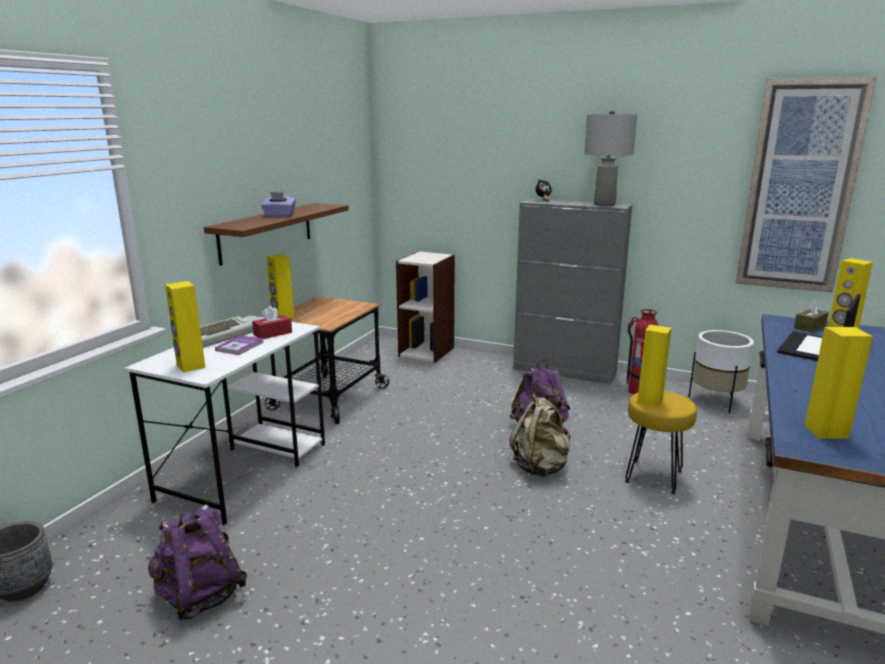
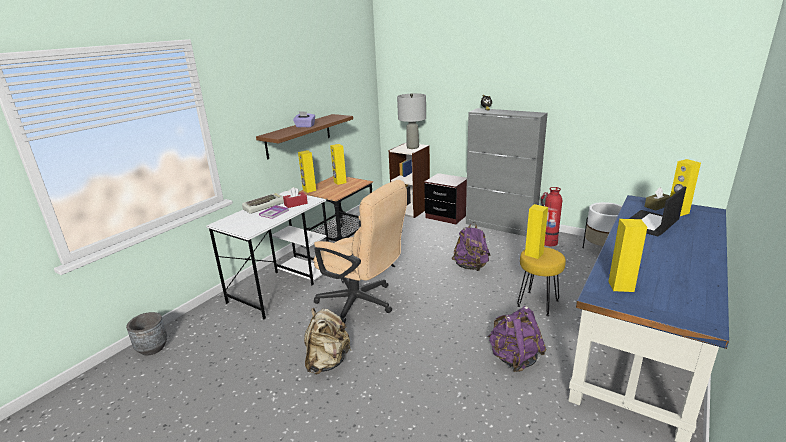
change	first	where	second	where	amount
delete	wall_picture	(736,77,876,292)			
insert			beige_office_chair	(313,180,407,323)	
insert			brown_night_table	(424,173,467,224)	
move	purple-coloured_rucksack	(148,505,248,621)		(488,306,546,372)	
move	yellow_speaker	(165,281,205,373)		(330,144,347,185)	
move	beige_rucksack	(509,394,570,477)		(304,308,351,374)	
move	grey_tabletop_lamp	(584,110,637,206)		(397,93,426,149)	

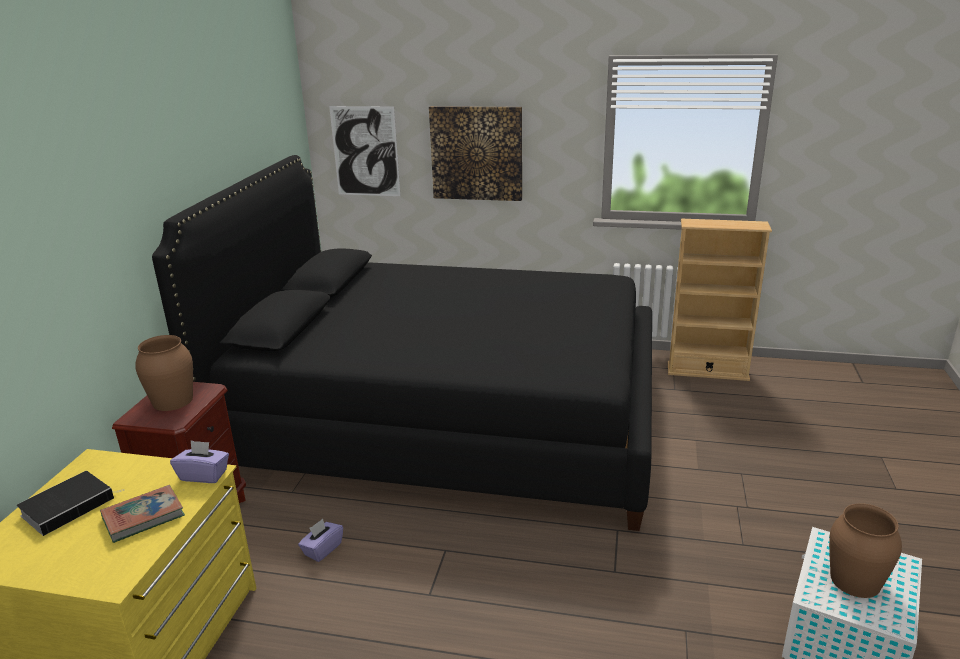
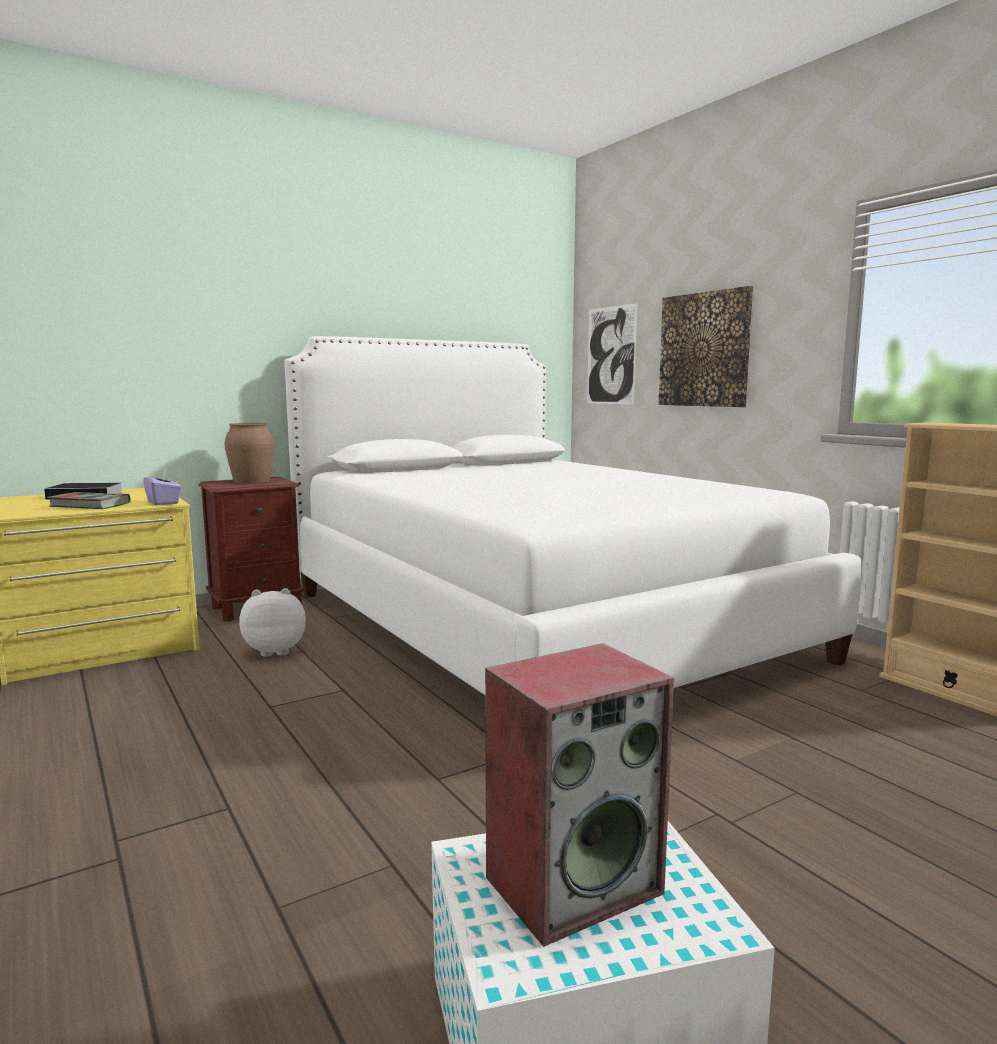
change	first	where	second	where	amount
replace	purple-coloured_tissue_holder	(298,519,343,562)	cuddly_toy	(239,588,306,657)	
replace	brown_decorative_vase	(829,503,902,598)	speaker	(485,643,674,947)	
recolor	black_bedroom_bed	(152,155,652,531)	whitish_bedroom_bed	(284,336,862,695)	

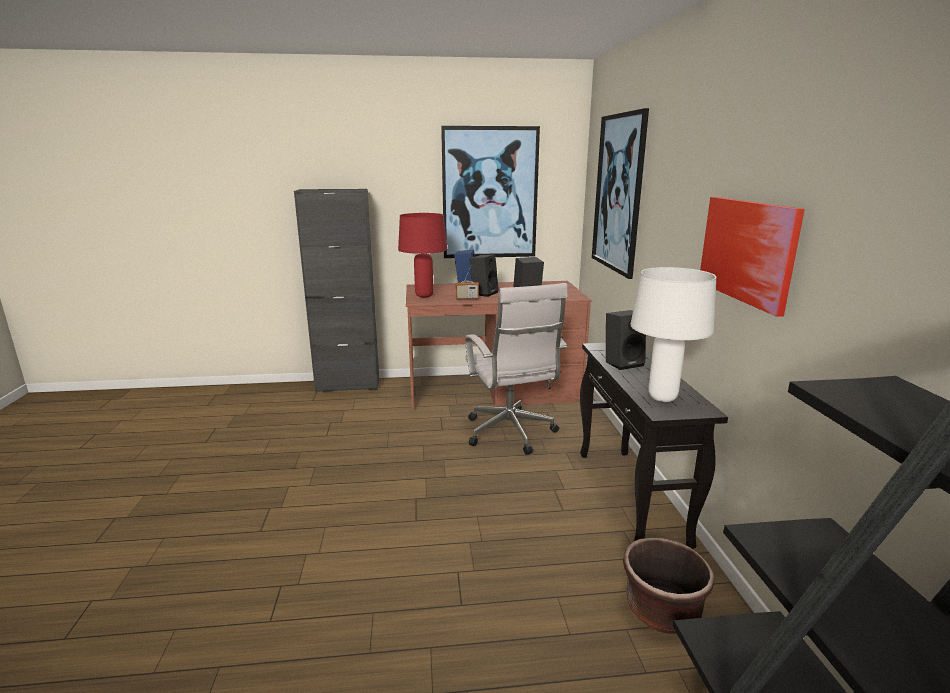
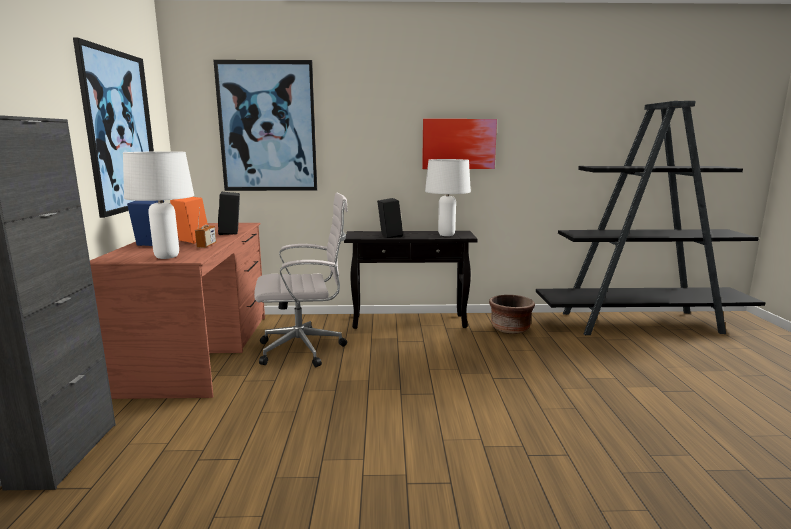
change	first	where	second	where	amount
recolor	red_tabletop_lamp	(398,213,447,297)	whitish_tabletop_lamp	(123,151,194,259)	
recolor	black_speaker	(469,254,499,297)	orange_speaker	(170,197,208,244)	

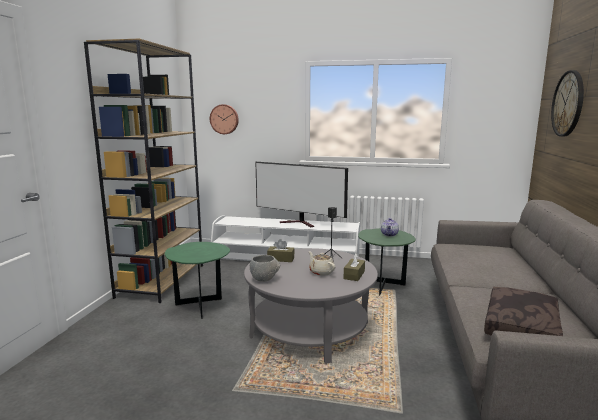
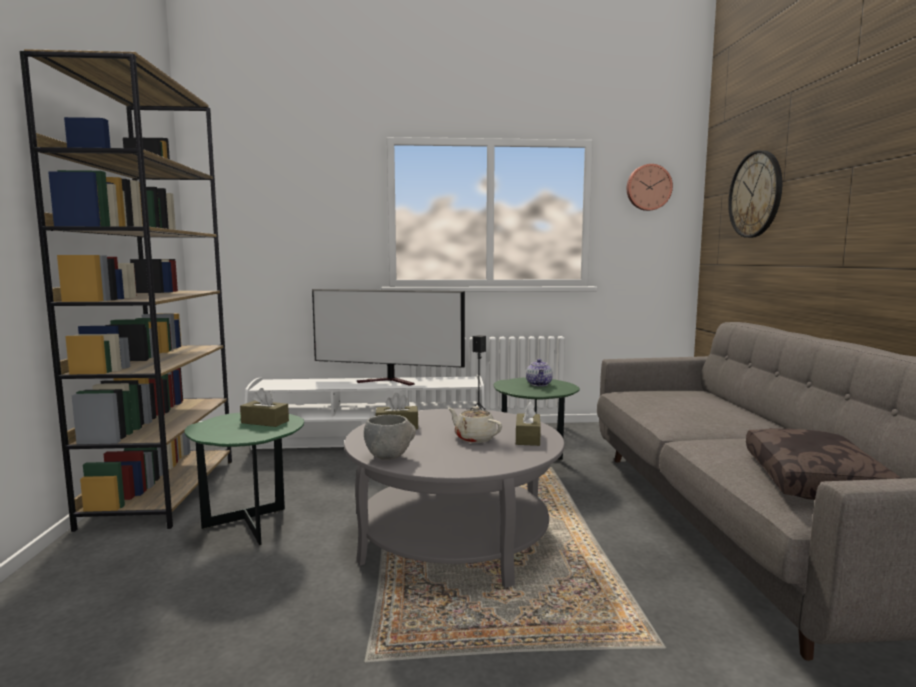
change	first	where	second	where	amount
insert			brown_tissue_holder	(240,388,289,427)	
move	clock_on_the_wall	(210,104,239,134)		(627,164,673,211)	

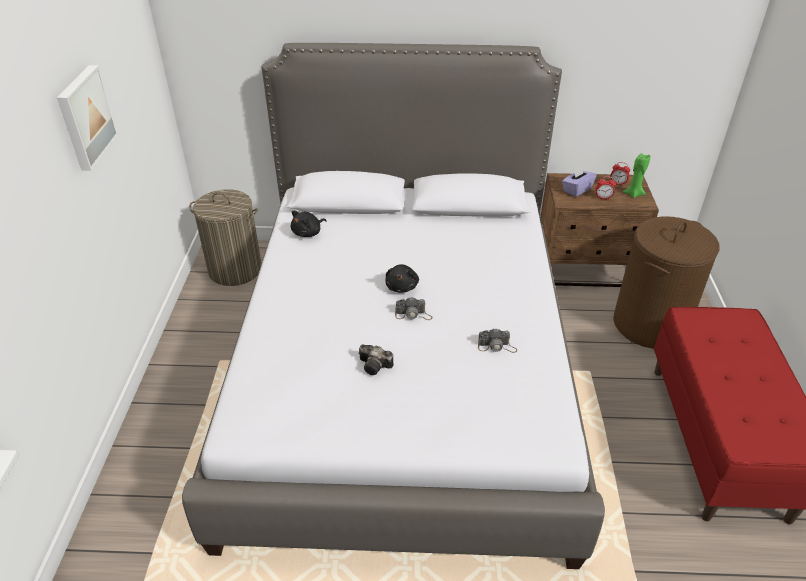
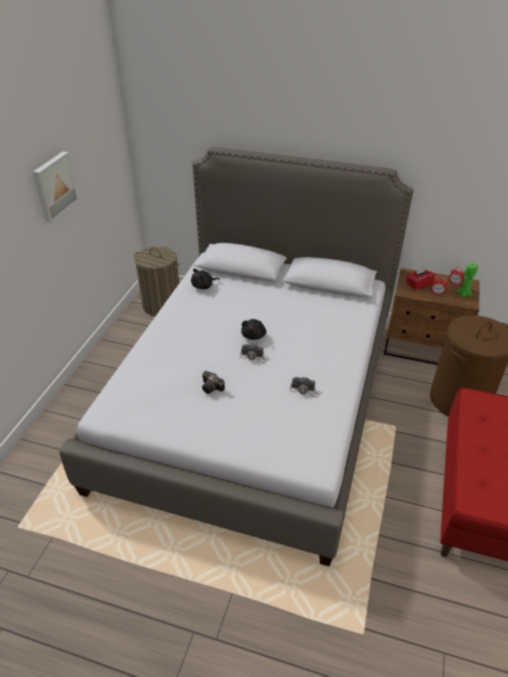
change	first	where	second	where	amount
recolor	purple-coloured_tissue_holder	(562,166,597,197)	red_tissue_holder	(406,266,435,290)	

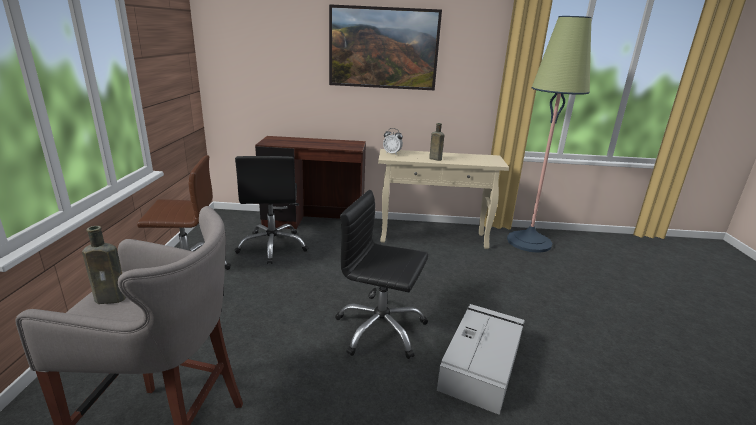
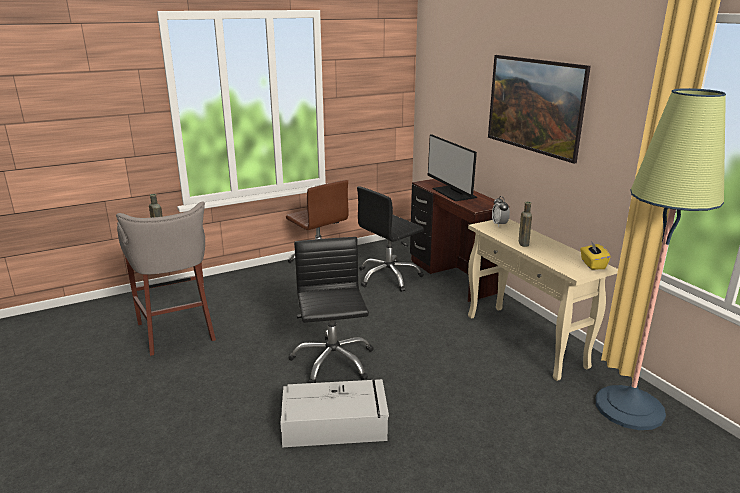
change	first	where	second	where	amount
insert			computer_screen	(428,134,477,201)	
insert			yellow_tissue_holder	(580,241,610,269)	

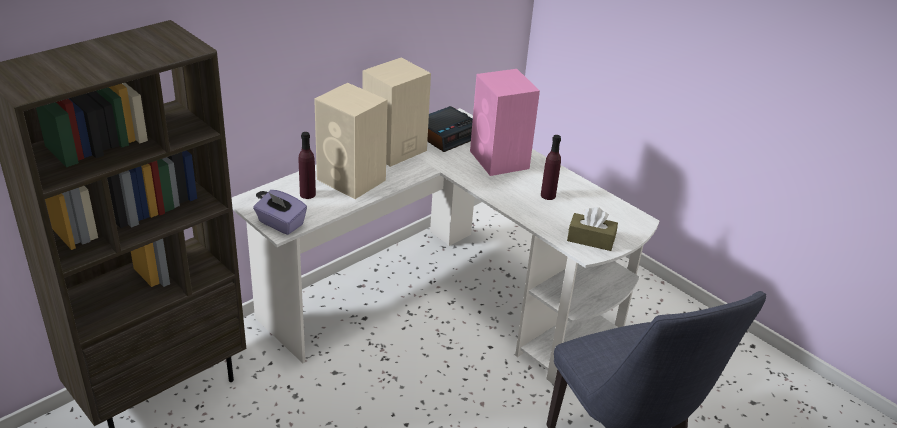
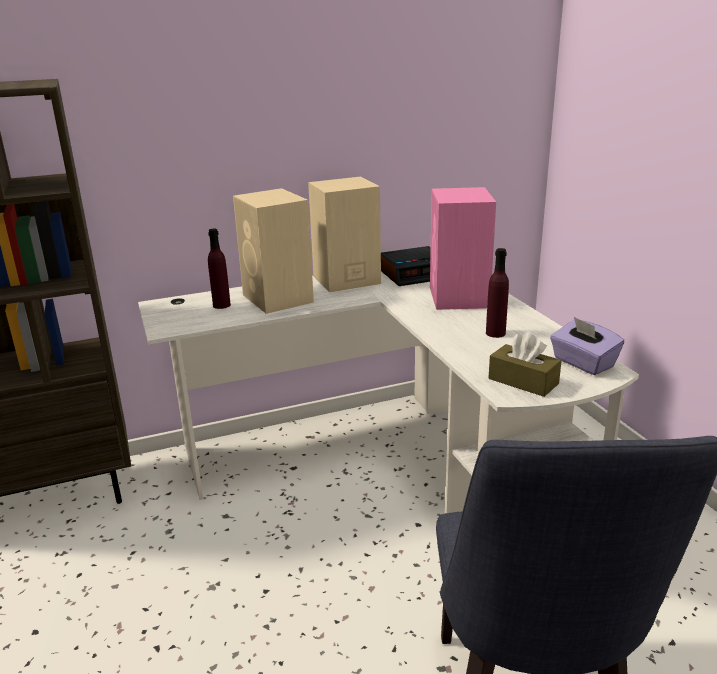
change	first	where	second	where	amount
move	purple-coloured_tissue_holder	(253,190,307,235)		(550,317,624,375)	

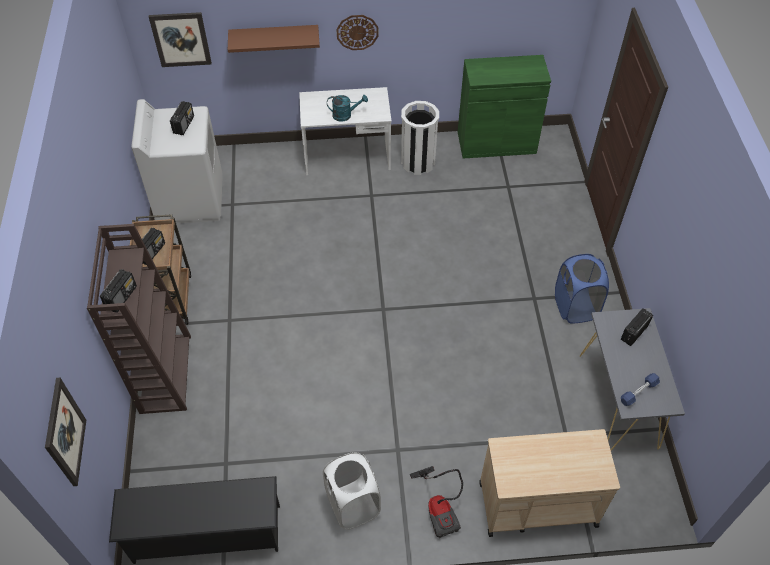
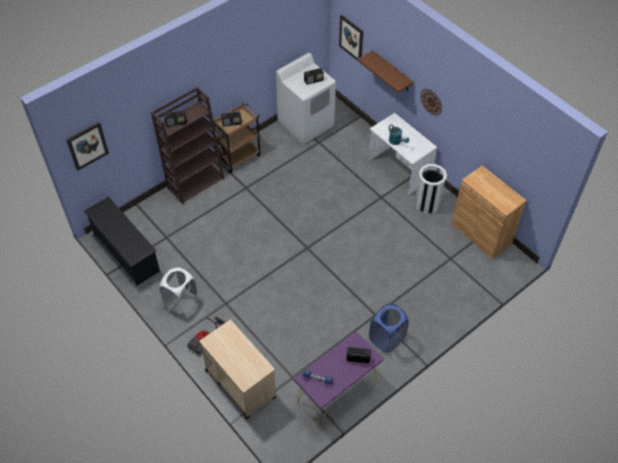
change	first	where	second	where	amount
recolor	greenish_cupboard	(458,55,551,159)	brown_cupboard	(452,165,527,259)	
recolor	grey_console_table	(580,308,685,451)	purple-coloured_console_table	(294,331,384,429)	

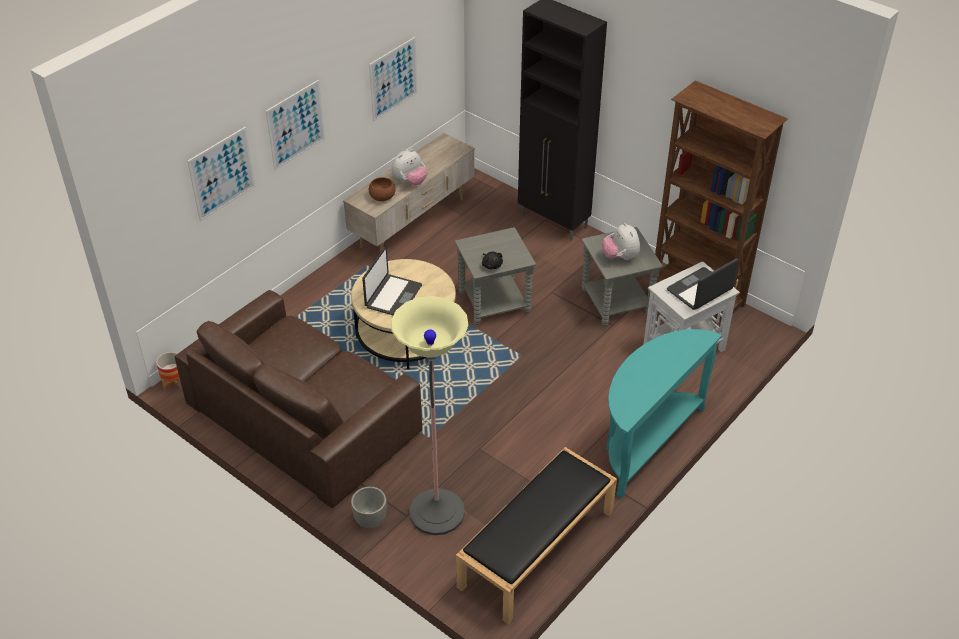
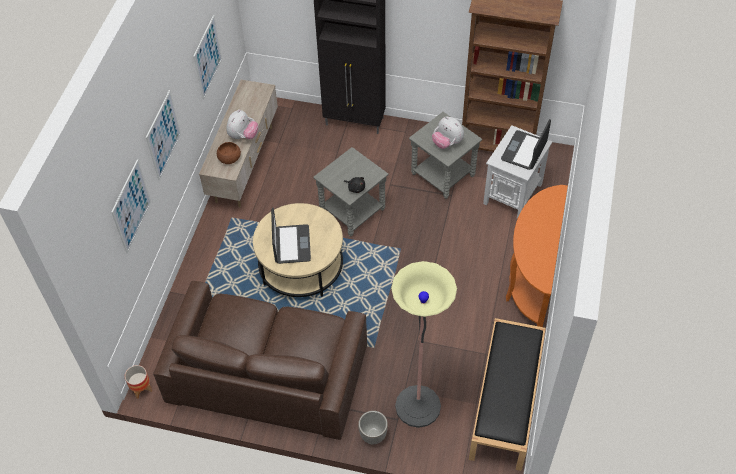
change	first	where	second	where	amount
recolor	turquoise-coloured_console_table	(606,329,722,498)	orange_console_table	(506,185,568,327)	

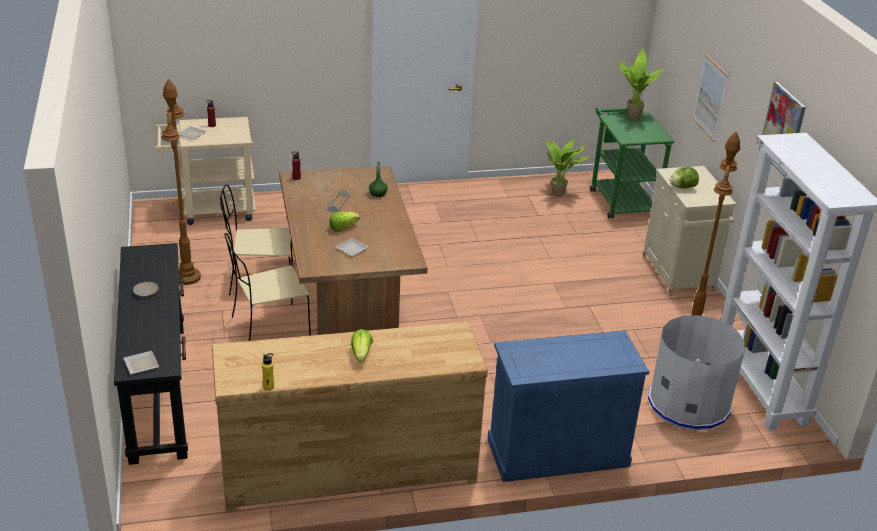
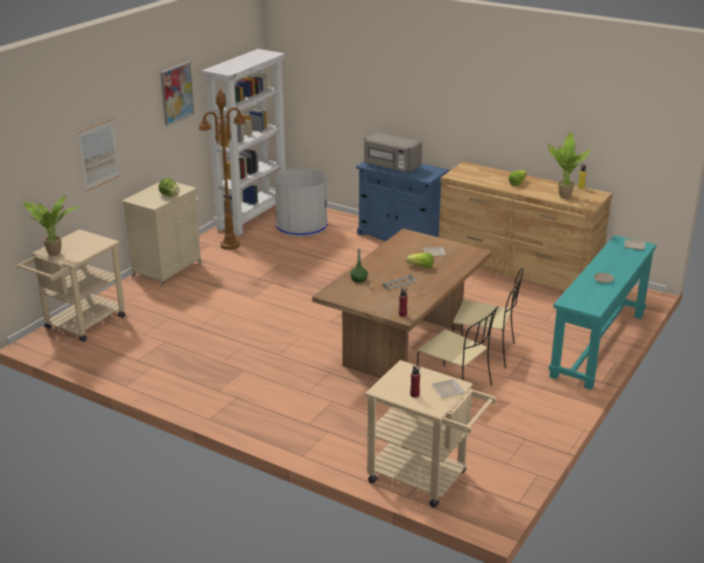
change	first	where	second	where	amount
delete	brown_floor_lamp	(162,79,201,285)			
insert			grey_microwave_oven	(364,132,422,172)	
move	houseplant	(546,139,590,197)		(548,132,591,198)	
recolor	black_console_table	(114,243,188,465)	turquoise-coloured_console_table	(549,235,657,390)	
recolor	greenish_wheeled_cart	(590,108,674,218)	beige_wheeled_cart	(17,229,125,342)	

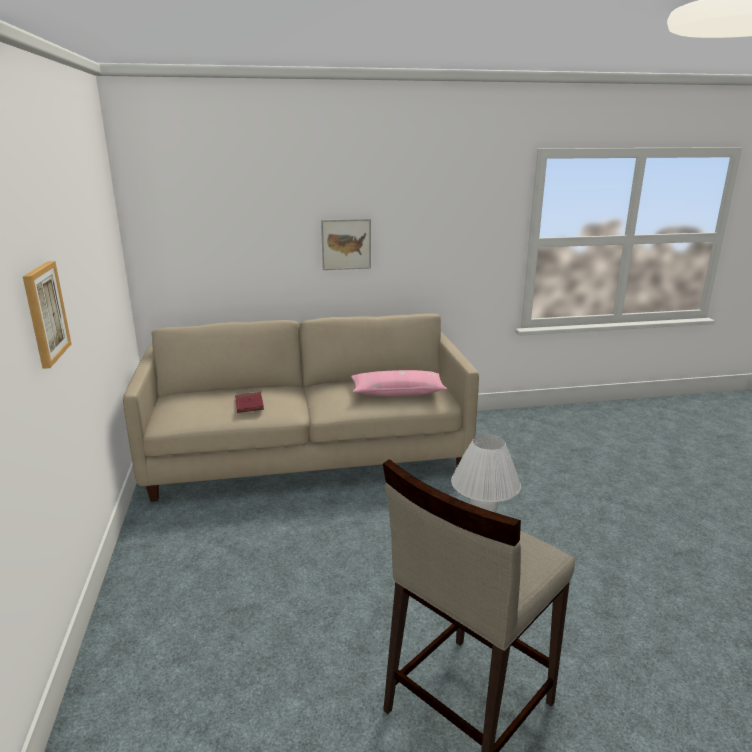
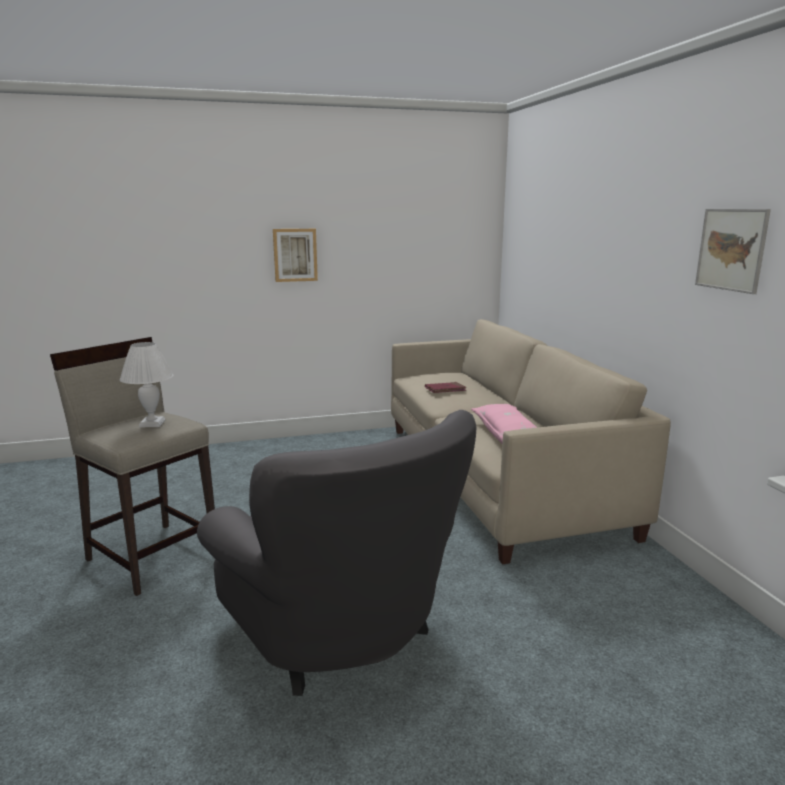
change	first	where	second	where	amount
insert			grey_lounge_chair	(197,410,477,696)	
move	wall_picture	(321,219,371,270)		(695,209,771,294)	

